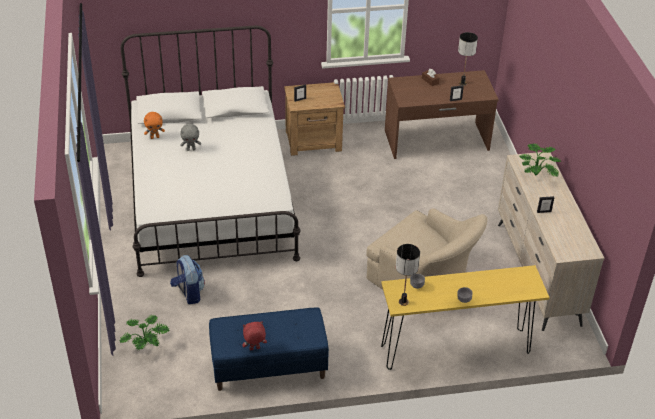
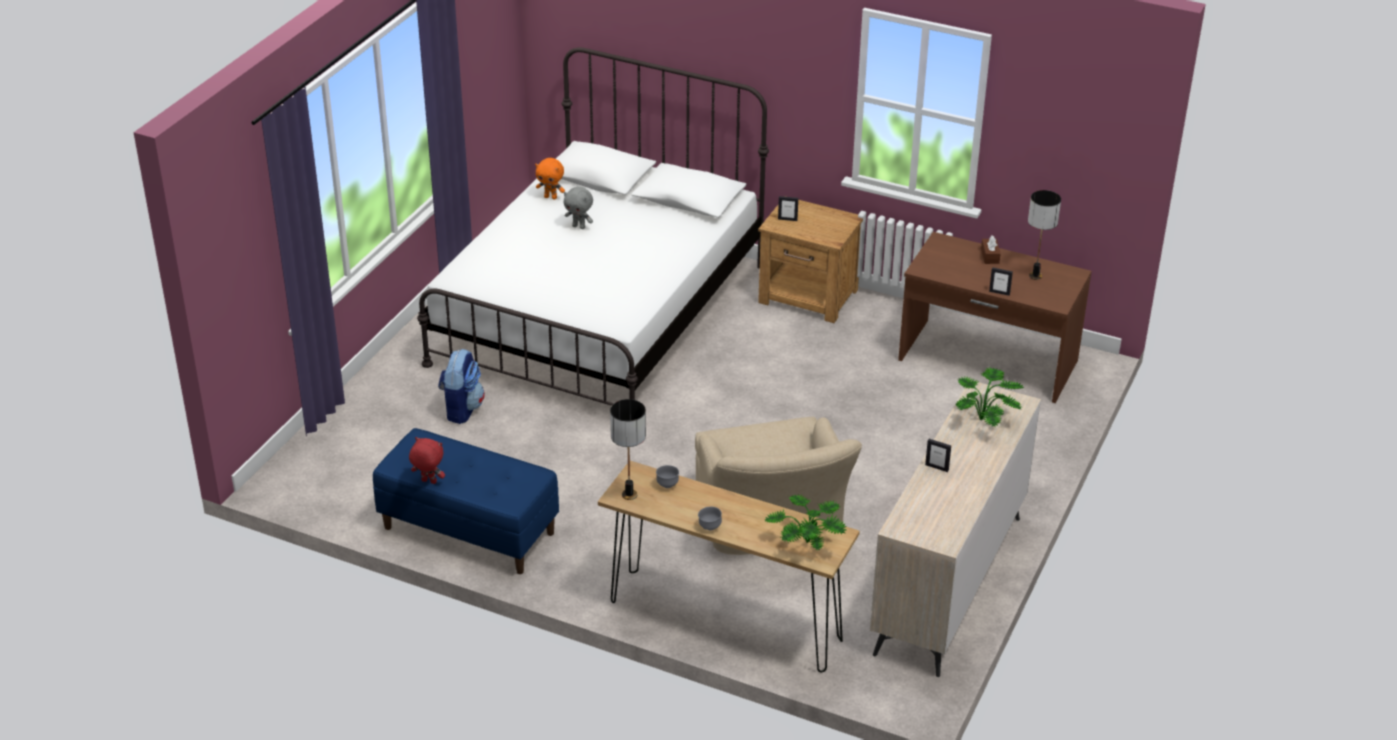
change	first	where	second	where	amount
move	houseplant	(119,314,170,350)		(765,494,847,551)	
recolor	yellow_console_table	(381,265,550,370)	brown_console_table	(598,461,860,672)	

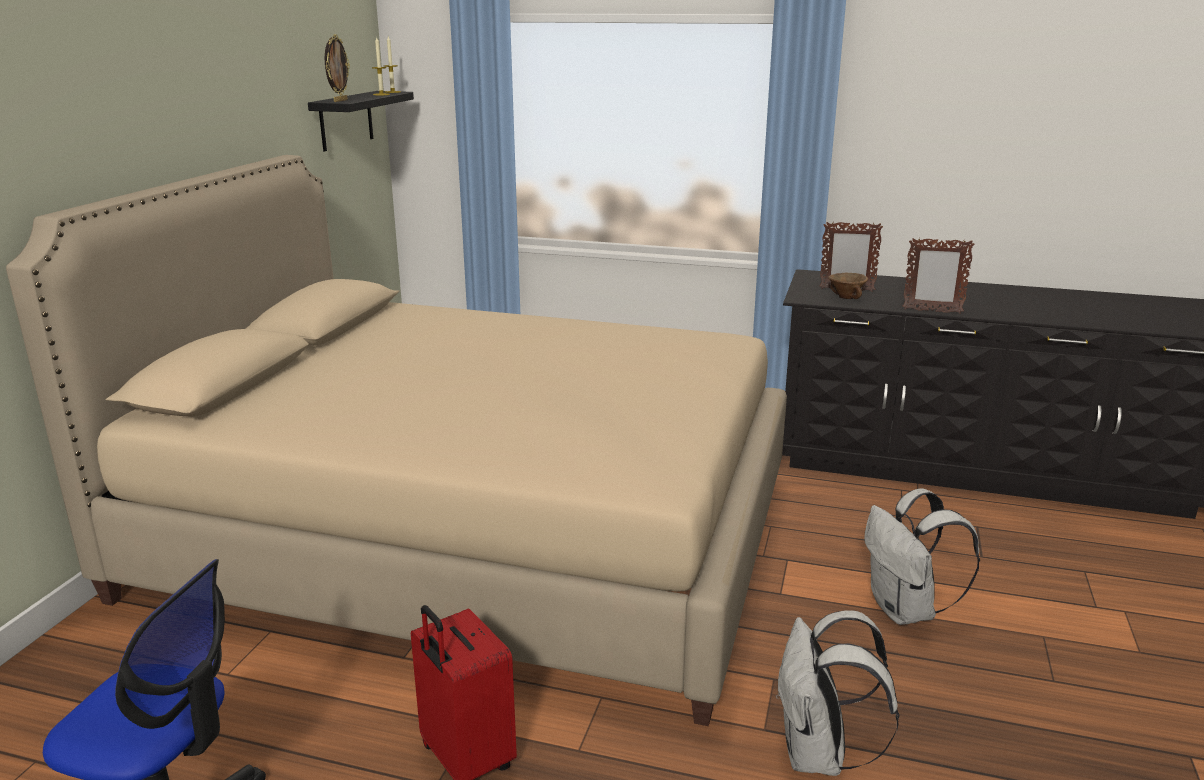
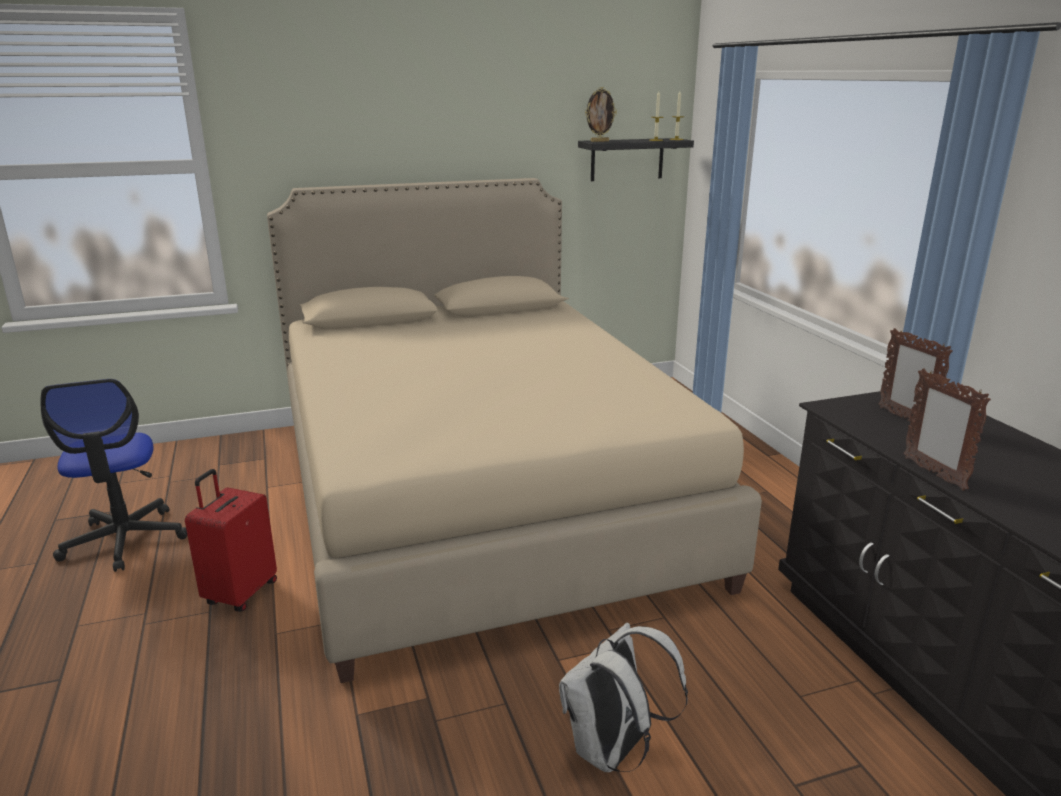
change	first	where	second	where	amount
delete	whitish_rucksack	(776,610,899,776)			
delete	brown_deep_dish	(828,273,868,299)			

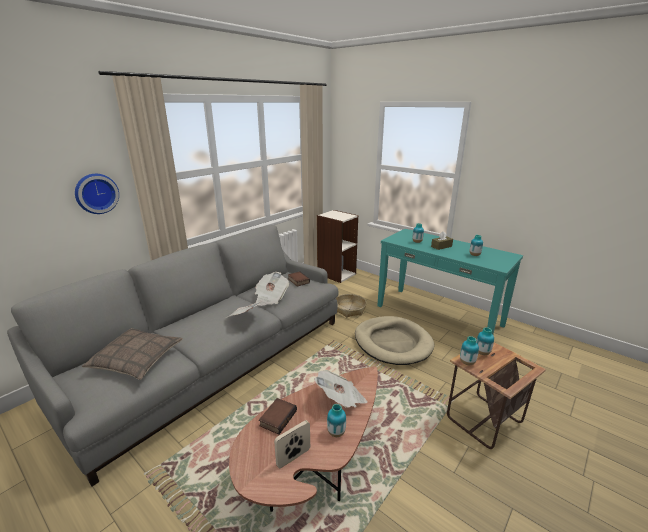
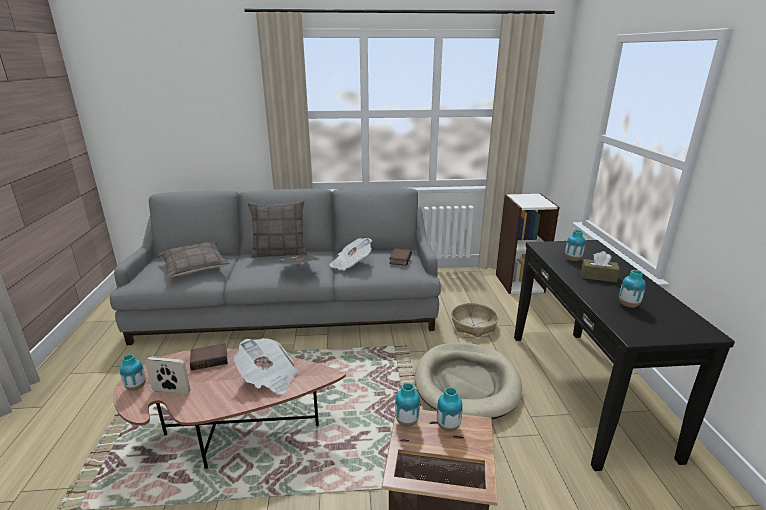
change	first	where	second	where	amount
delete	clock_on_the_wall	(75,174,119,214)			
insert			cushion	(248,200,307,258)	
move	decorative_vase	(327,404,346,437)		(120,354,146,391)	
recolor	turquoise-coloured_console_table	(377,229,523,334)	black_console_table	(514,240,735,471)	

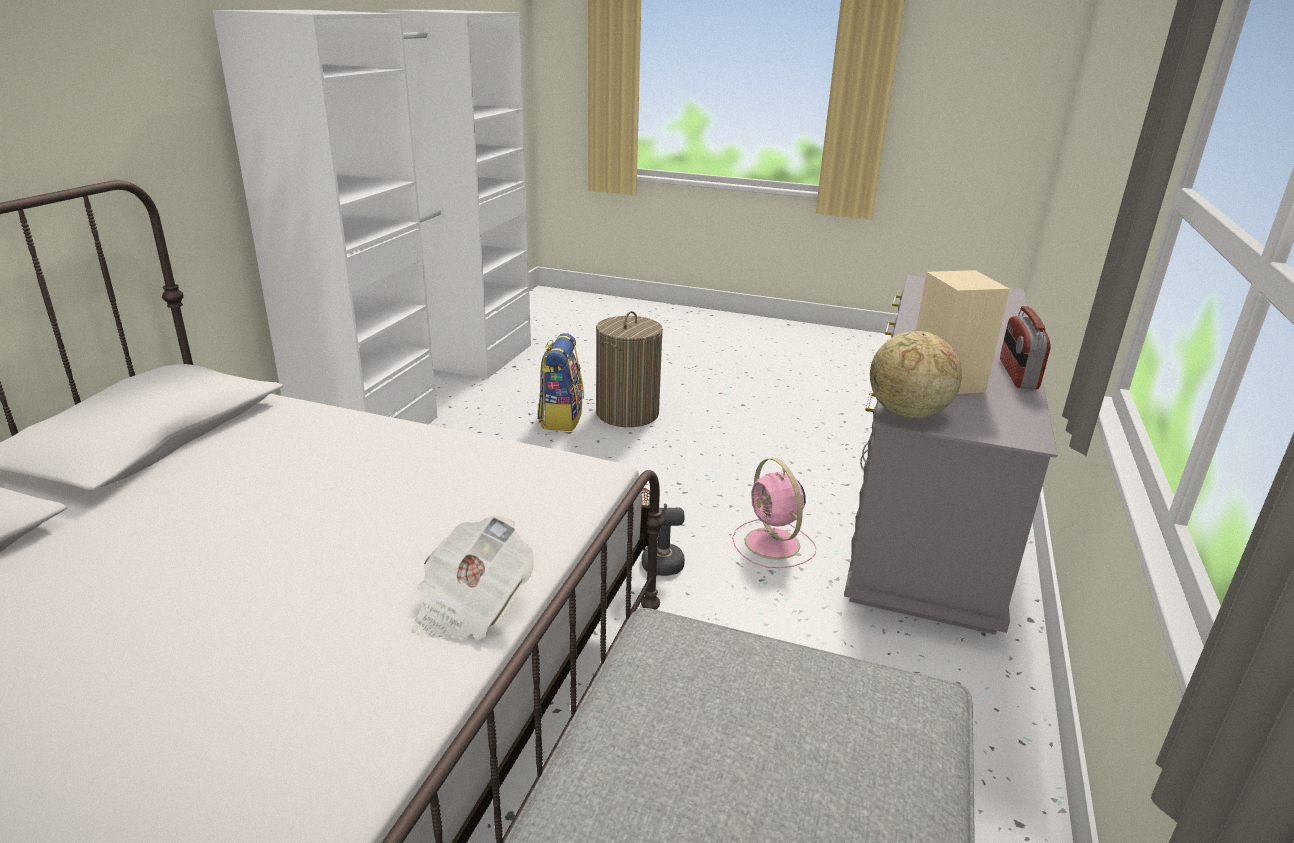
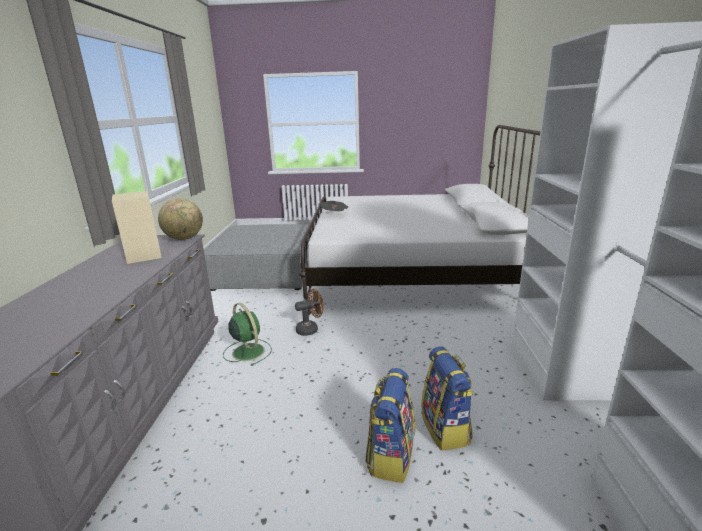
change	first	where	second	where	amount
delete	radio_receiver	(1000,306,1051,389)			
replace	hamper	(596,311,663,427)	rucksack	(365,368,415,483)	
recolor	pinkish_cooling_fan	(732,458,816,568)	greenish_cooling_fan	(223,303,272,366)	

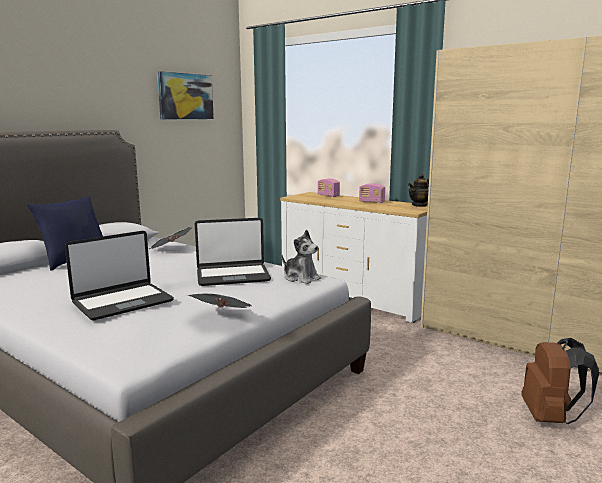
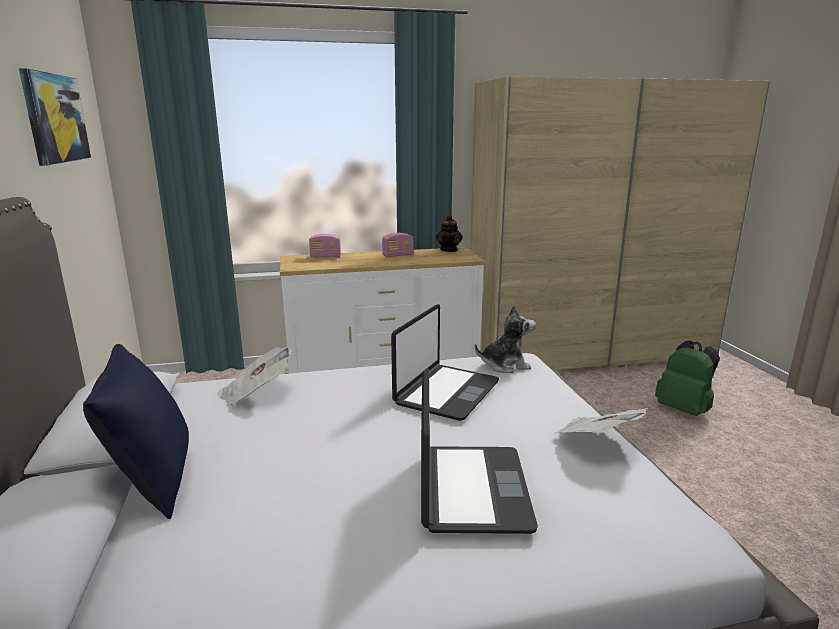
change	first	where	second	where	amount
recolor	brown_rucksack	(521,338,599,424)	greenish_rucksack	(655,340,720,416)	

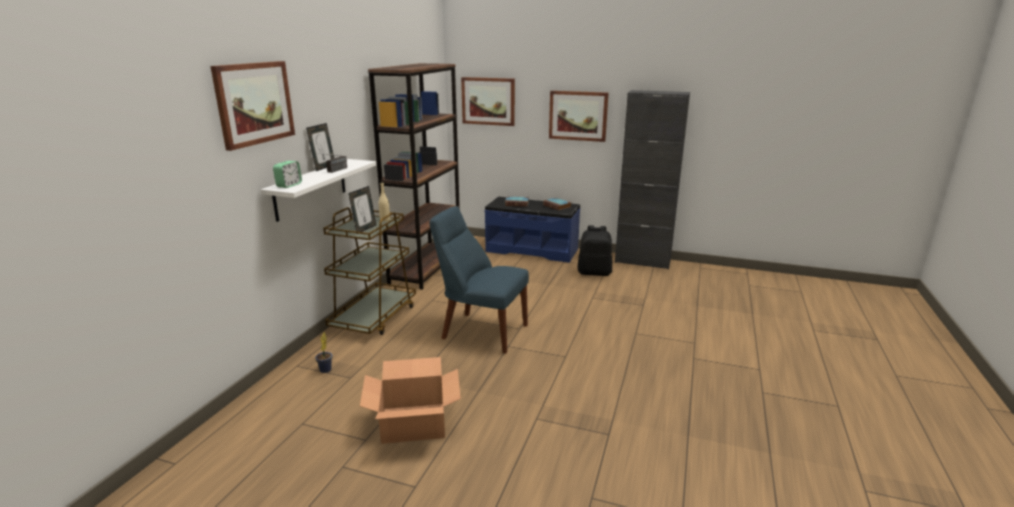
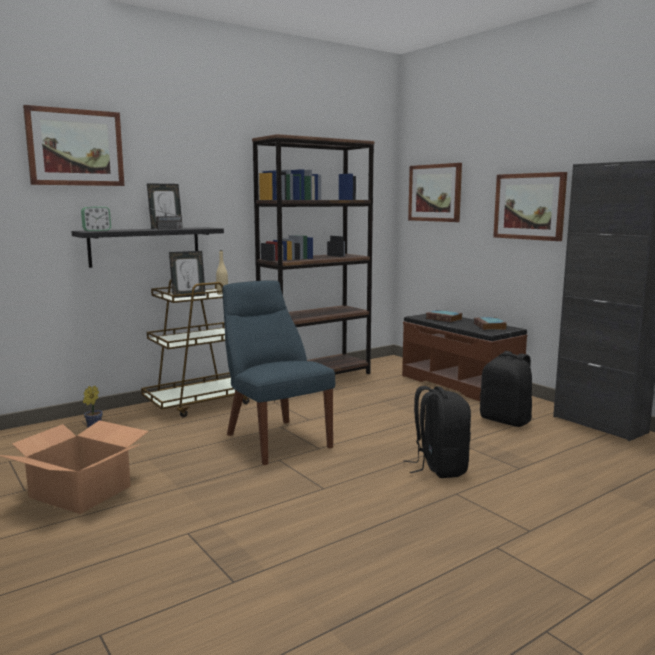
change	first	where	second	where	amount
insert			black_rucksack	(404,386,471,478)	
recolor	whitish_wall_shelf	(261,159,376,222)	black_wall_shelf	(71,227,224,268)	
recolor	blue_indoor_bench	(485,197,580,263)	brown_indoor_bench	(402,314,527,401)	

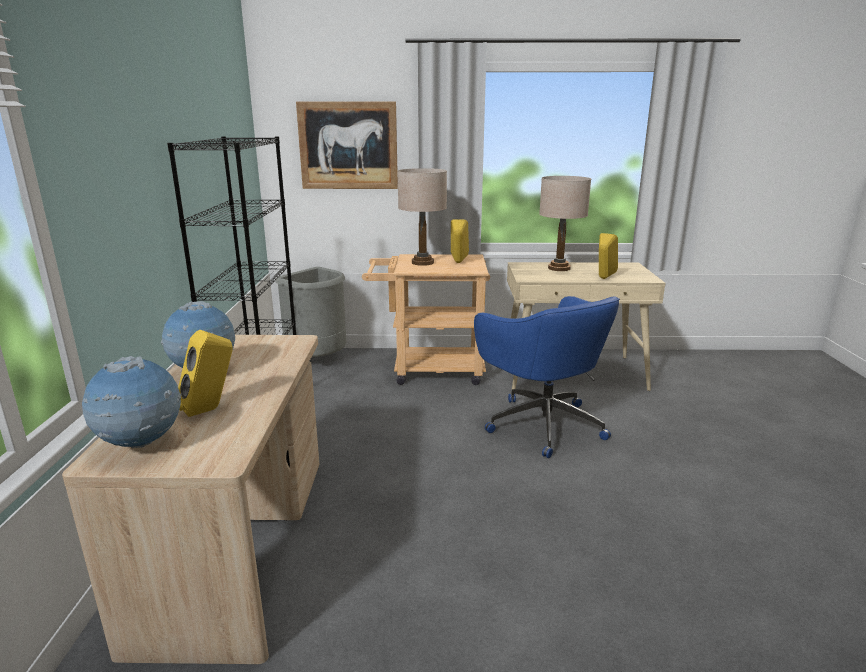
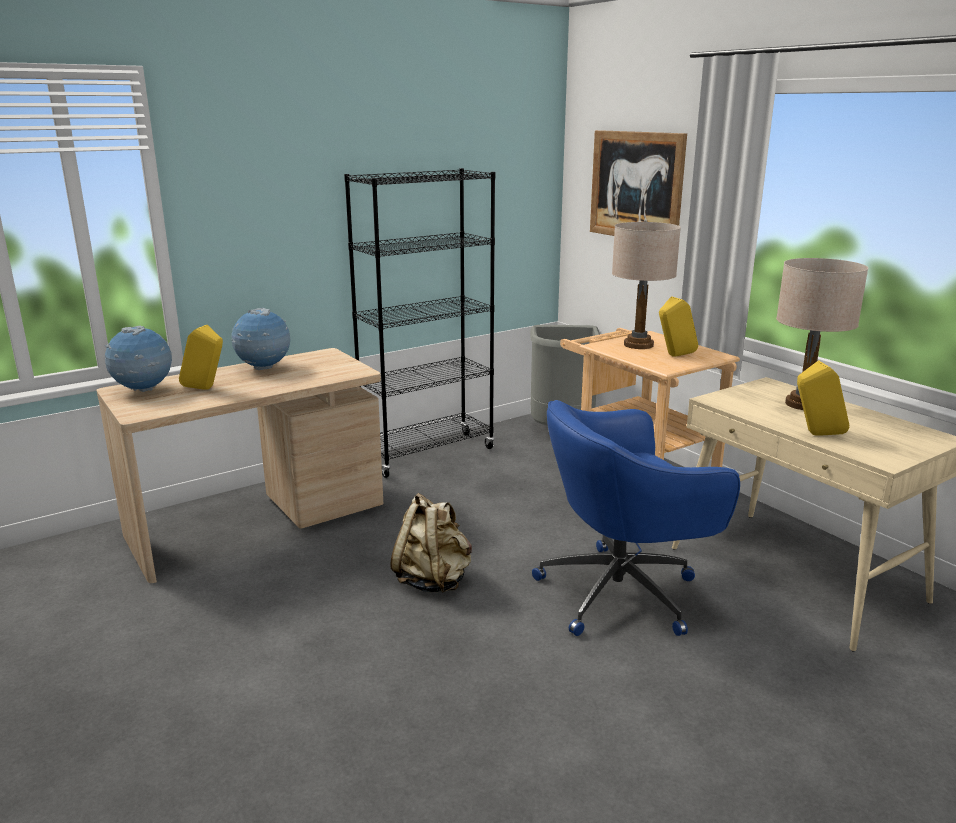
change	first	where	second	where	amount
insert			beige_rucksack	(390,493,472,593)	
rotate	blue_office_chair	(474,296,620,458)		(532,400,740,636)	45 degrees clockwise

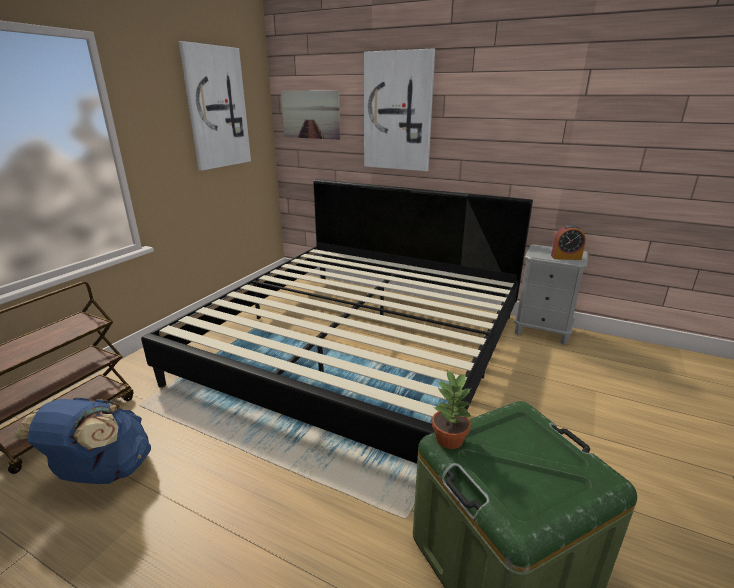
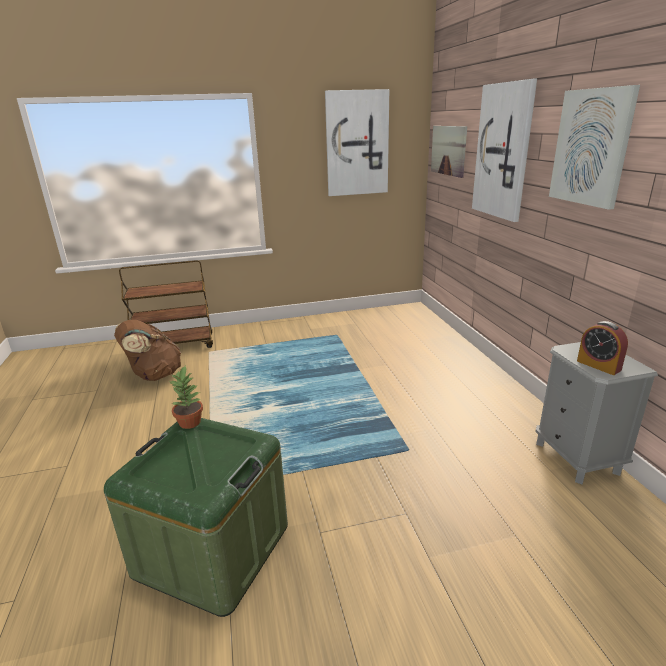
change	first	where	second	where	amount
delete	bedroom_bed	(141,179,533,464)			
insert			wall_picture	(549,85,640,210)	
recolor	blue_rucksack	(14,397,151,484)	brown_rucksack	(114,320,181,381)	

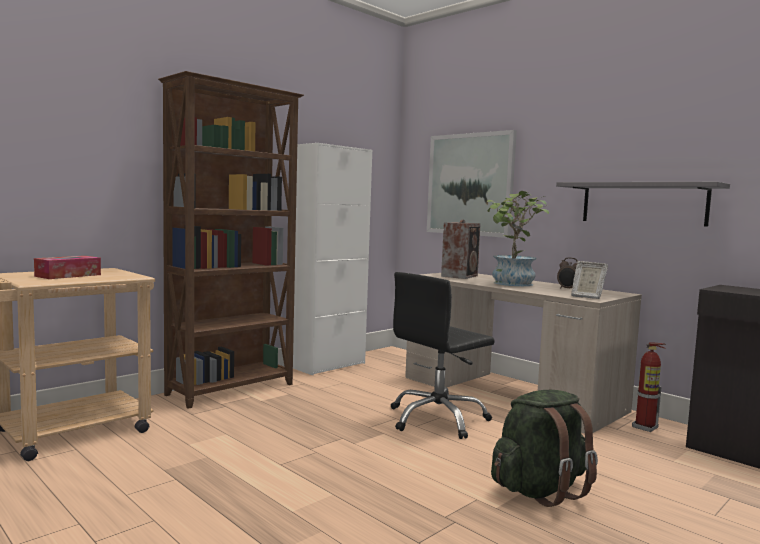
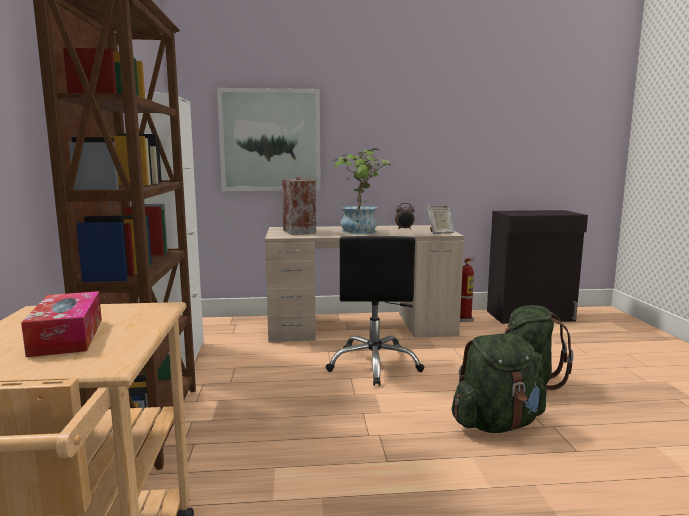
change	first	where	second	where	amount
delete	grey_wall_shelf	(556,182,730,227)			
insert			greenish_rucksack	(452,333,547,433)	

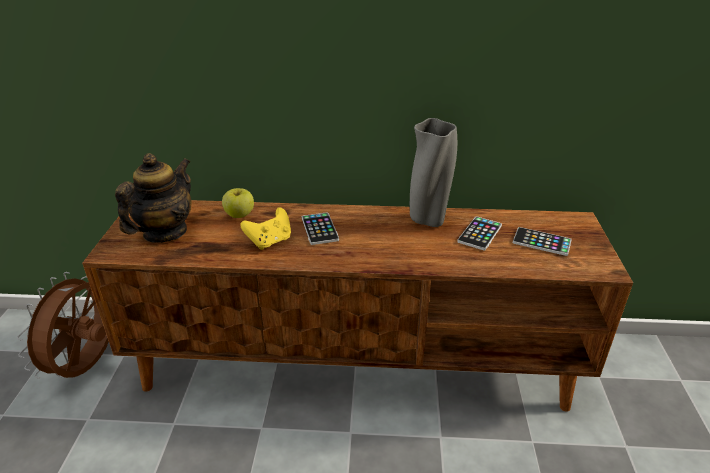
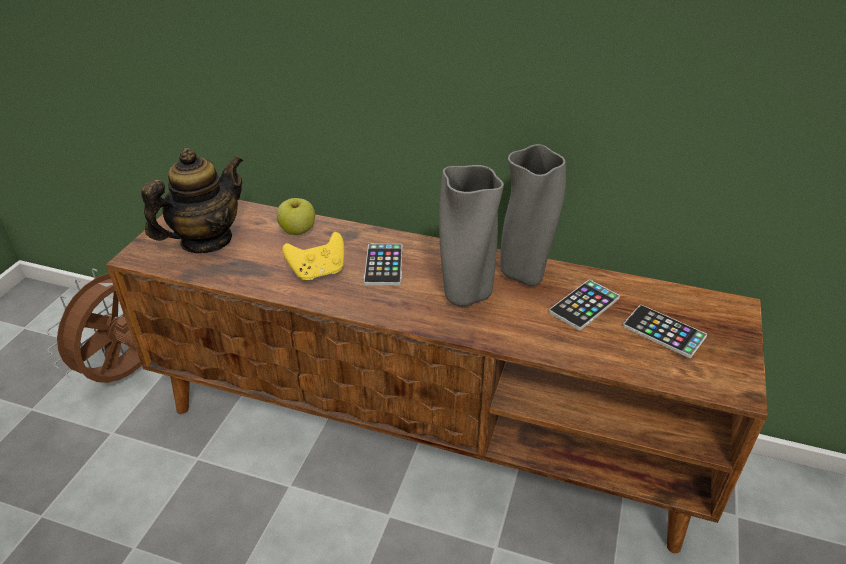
change	first	where	second	where	amount
insert			grey_decorative_vase	(439,165,504,307)	

